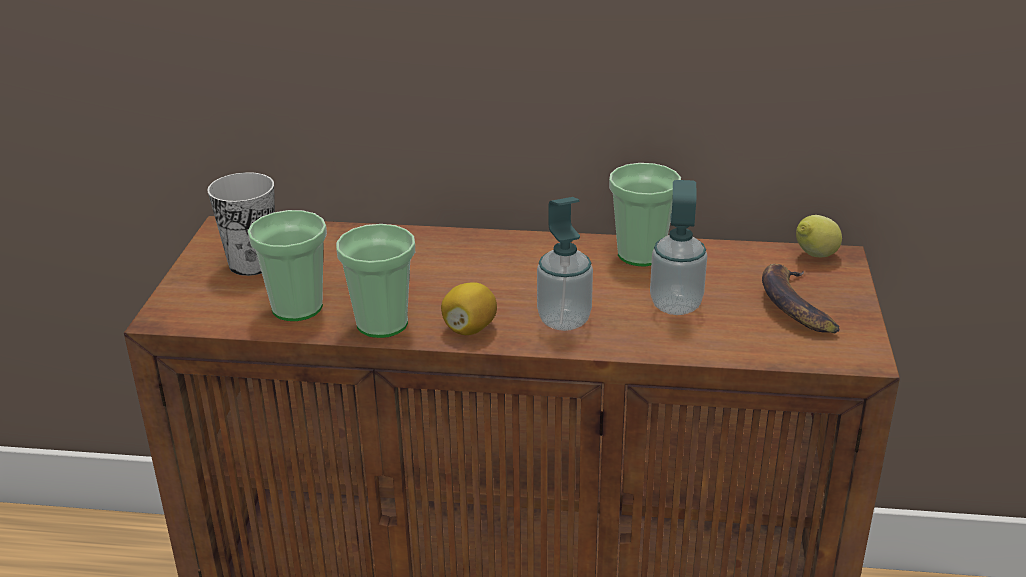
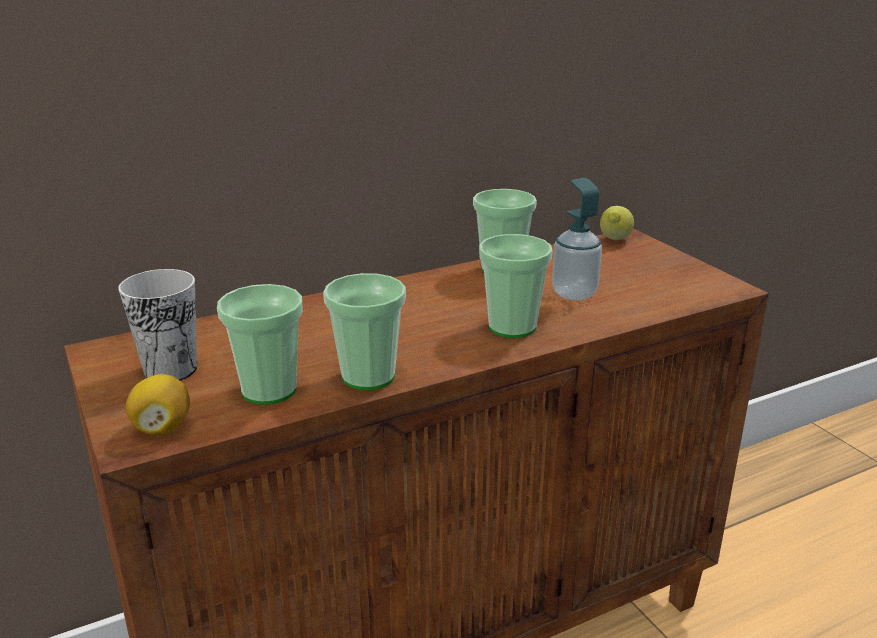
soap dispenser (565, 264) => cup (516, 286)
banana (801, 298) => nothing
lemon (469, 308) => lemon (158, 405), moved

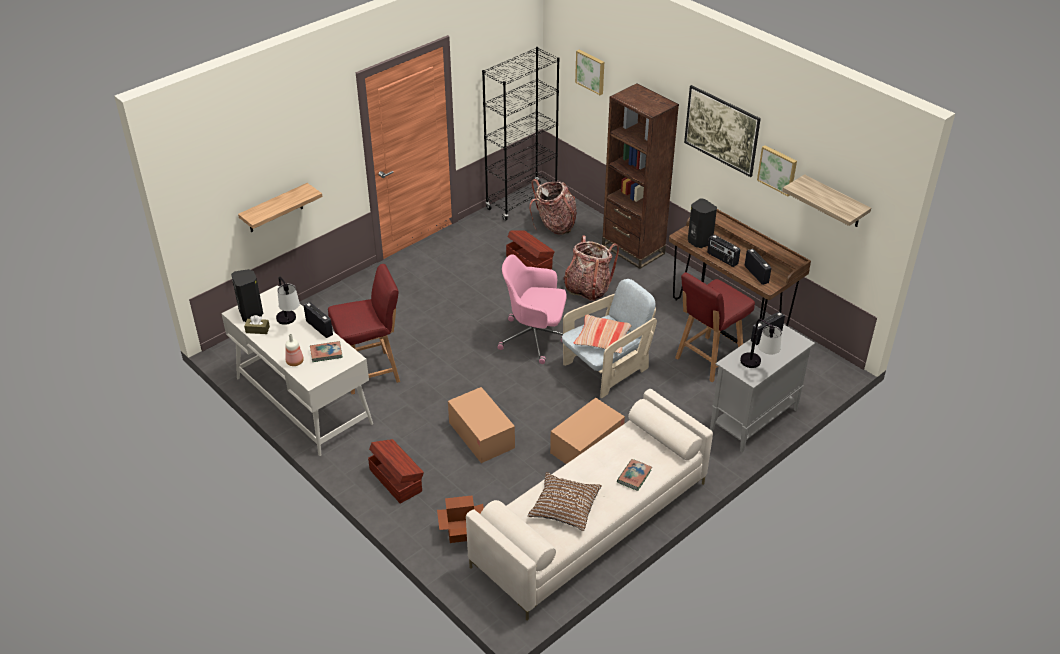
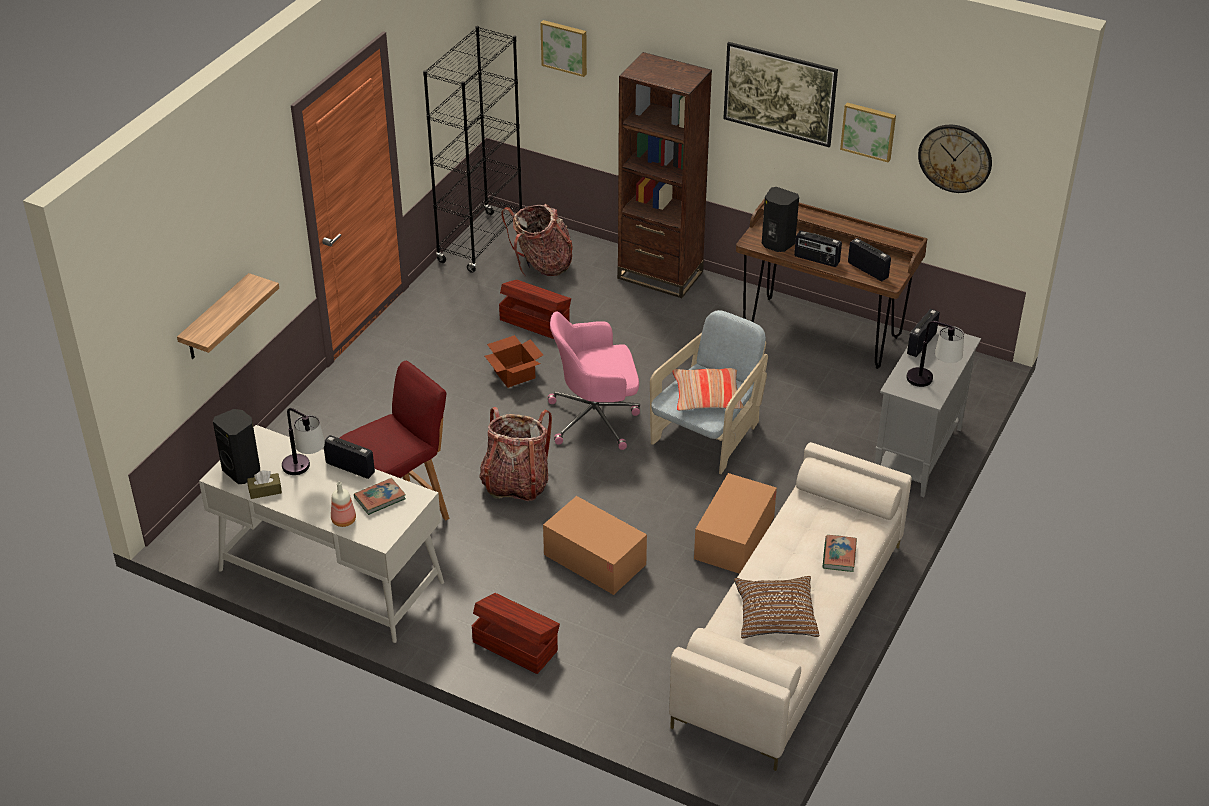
shelf (826, 200) => wall clock (955, 159)
backpack (591, 268) => backpack (516, 454), moved
red chair (715, 327) => nothing
cardboard box (460, 519) => cardboard box (514, 361), moved

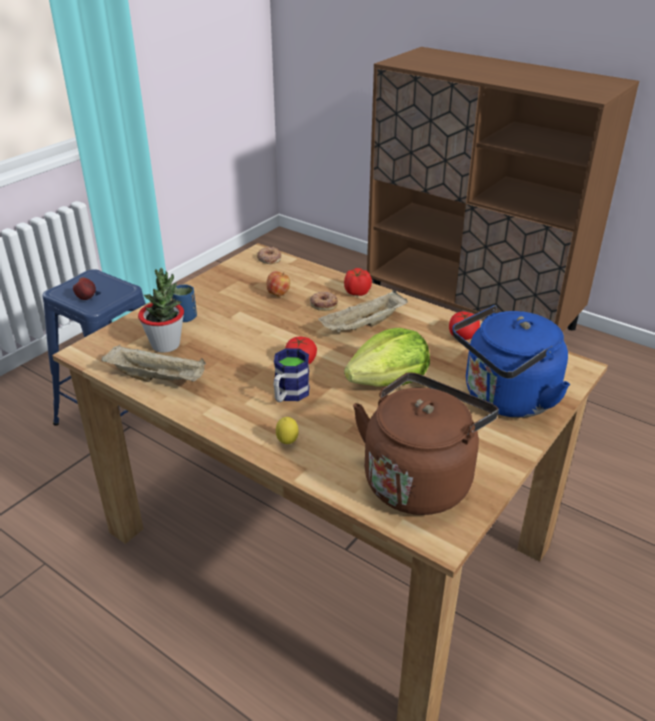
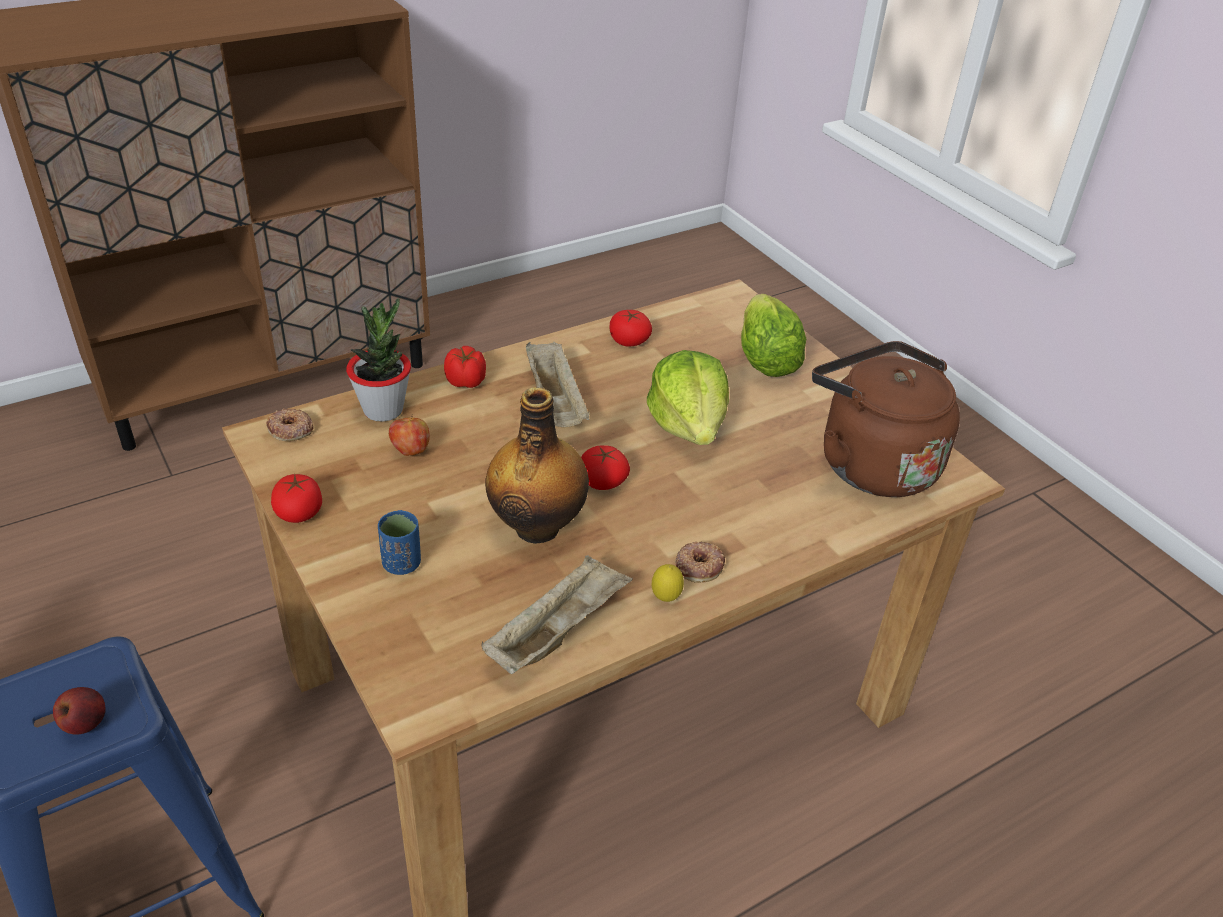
potted plant (161, 310) => potted plant (378, 360), moved
donut (324, 301) => donut (700, 562), moved
blue kettle (511, 361) => lettuce (773, 335)
mug (292, 375) => nothing
lemon (287, 430) => lemon (668, 583), moved
nothing => bottle (537, 465)
nothing => tomato (296, 498)

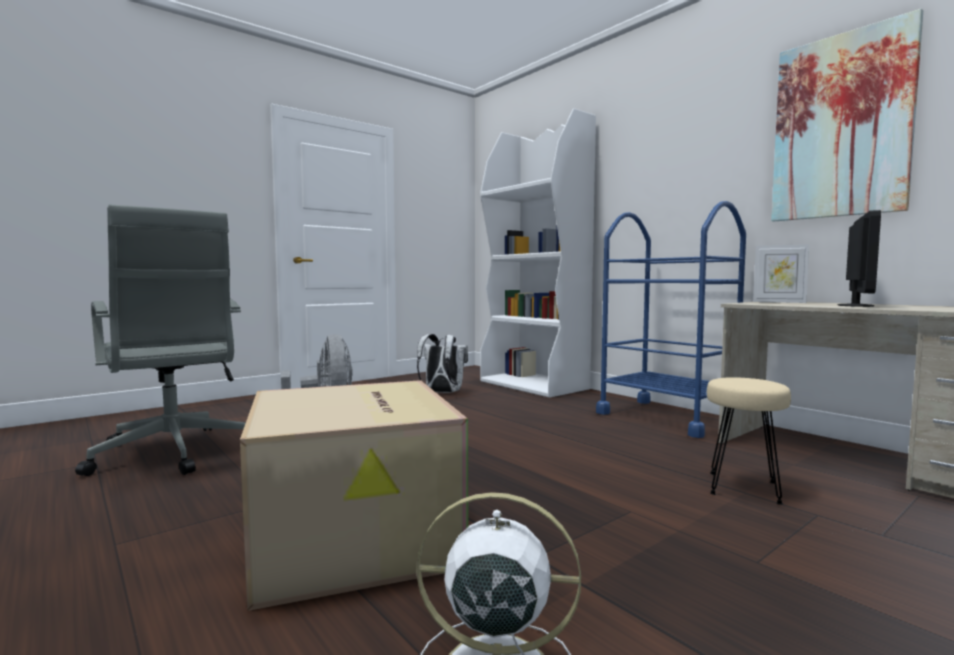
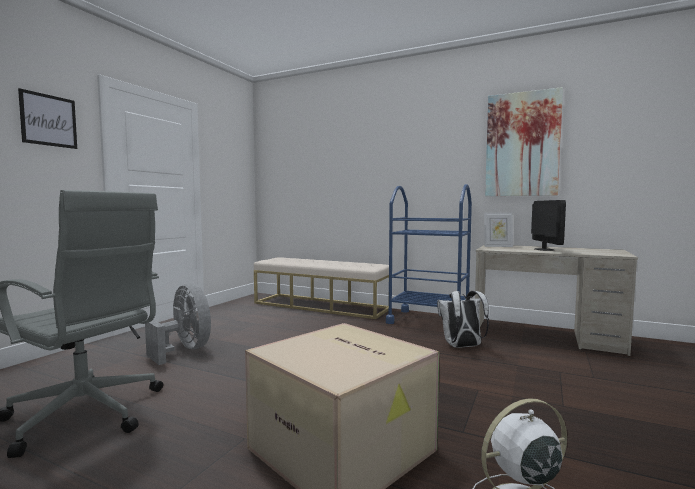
white bookcase (538, 253) => beige bench (321, 288)
white backpack (442, 363) => white backpack (463, 319), moved
beige stool (749, 440) => nothing
nothing => picture (47, 118)

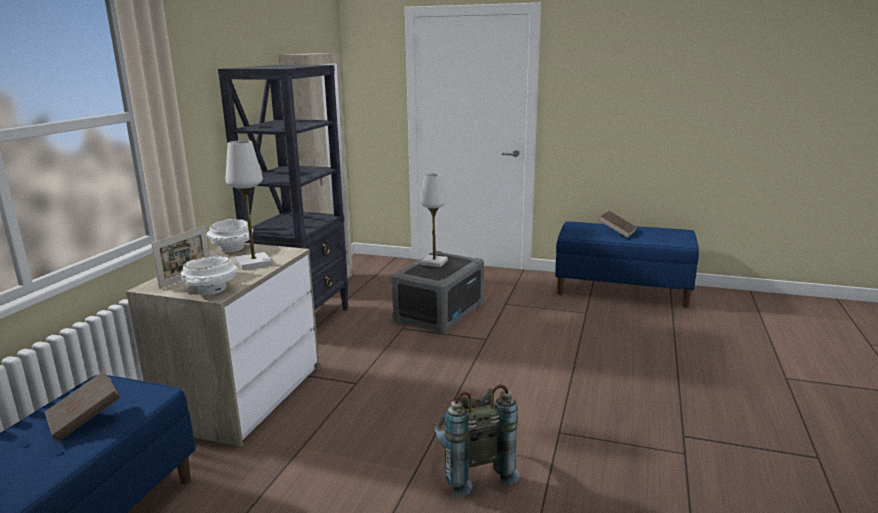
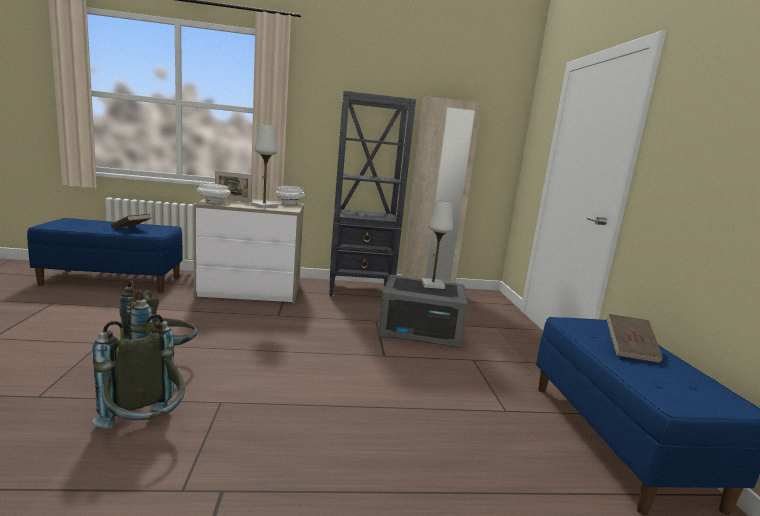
nothing => grey backpack (138, 371)

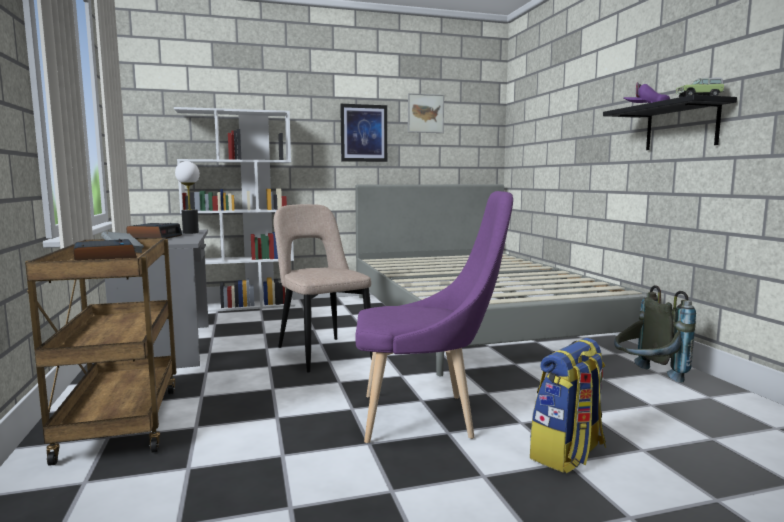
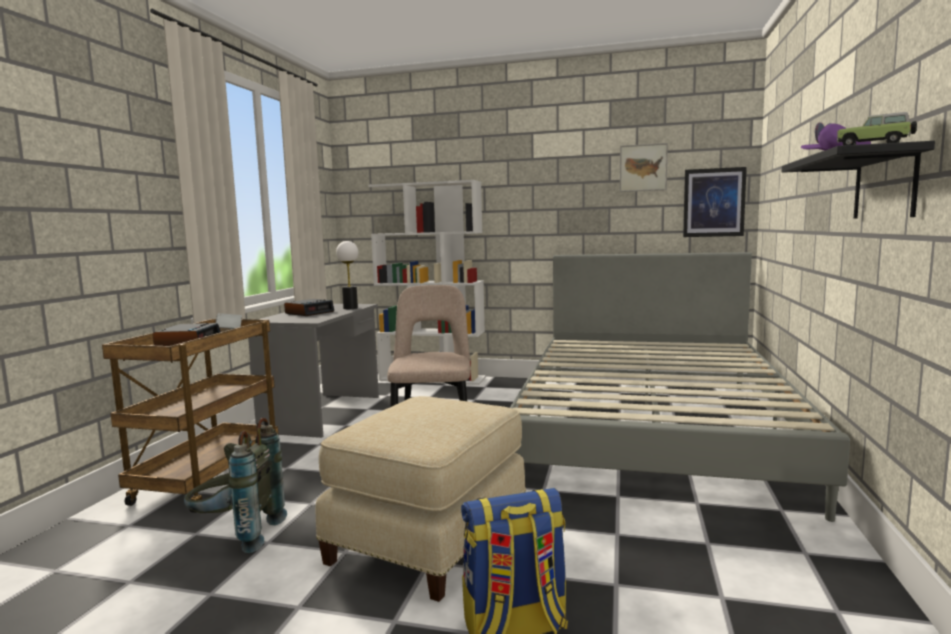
picture (363, 133) => picture (715, 202), moved
purple chair (434, 317) => beige ottoman (421, 499)
grey backpack (655, 334) => grey backpack (235, 485), moved

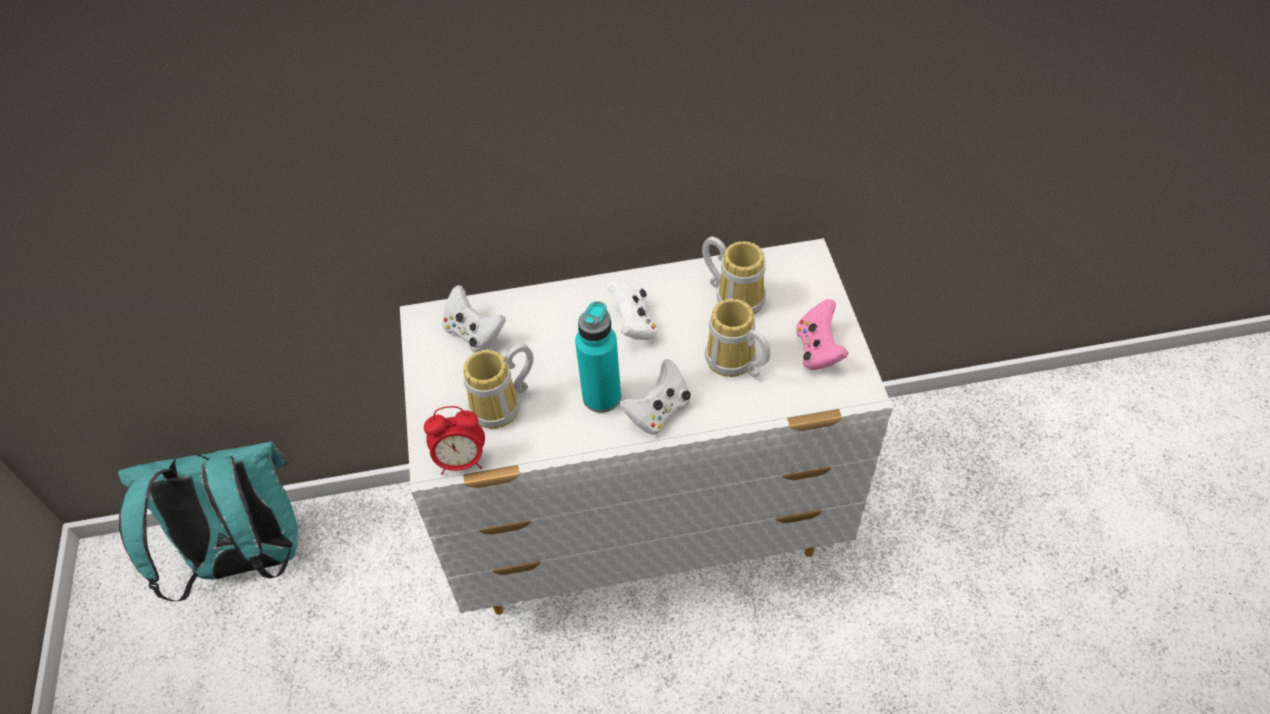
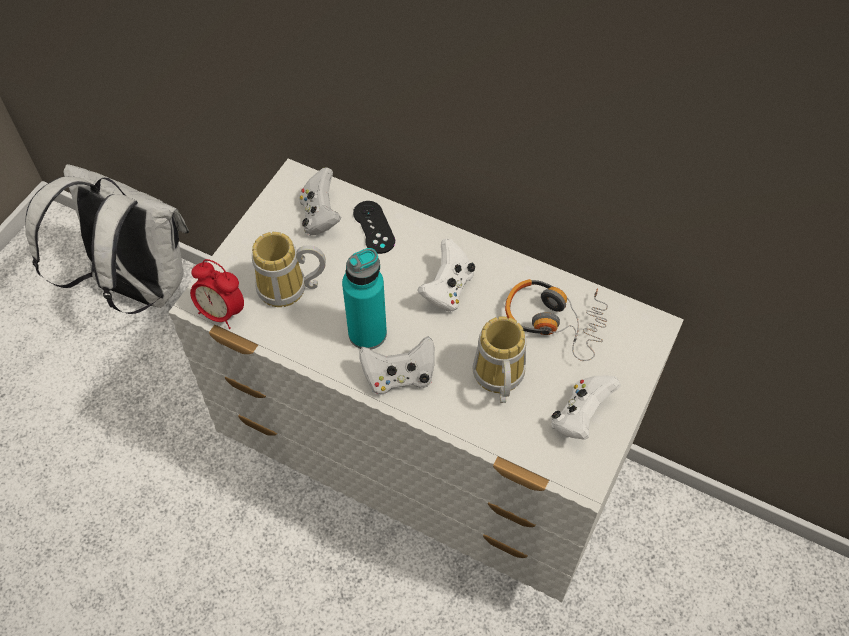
mug (734, 275) => headphones (556, 320)
pink game controller (822, 334) => white game controller (586, 408)
turquoise backpack (208, 521) => white backpack (107, 239)
nothing => black game controller (374, 227)

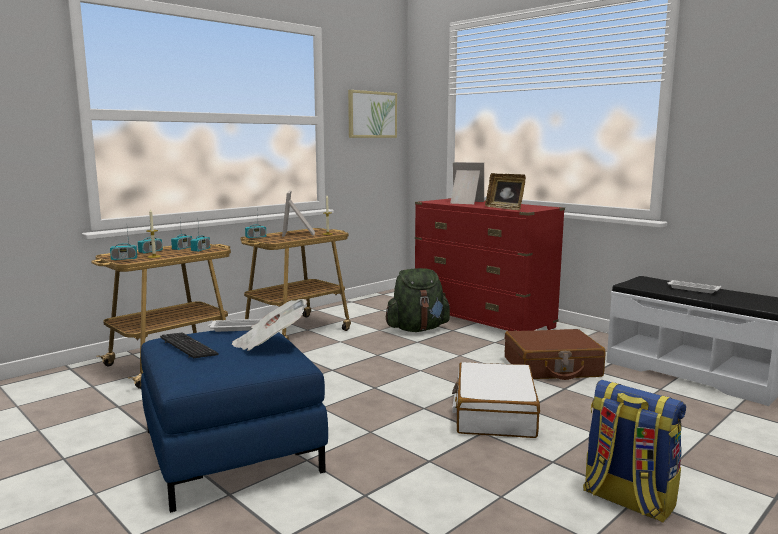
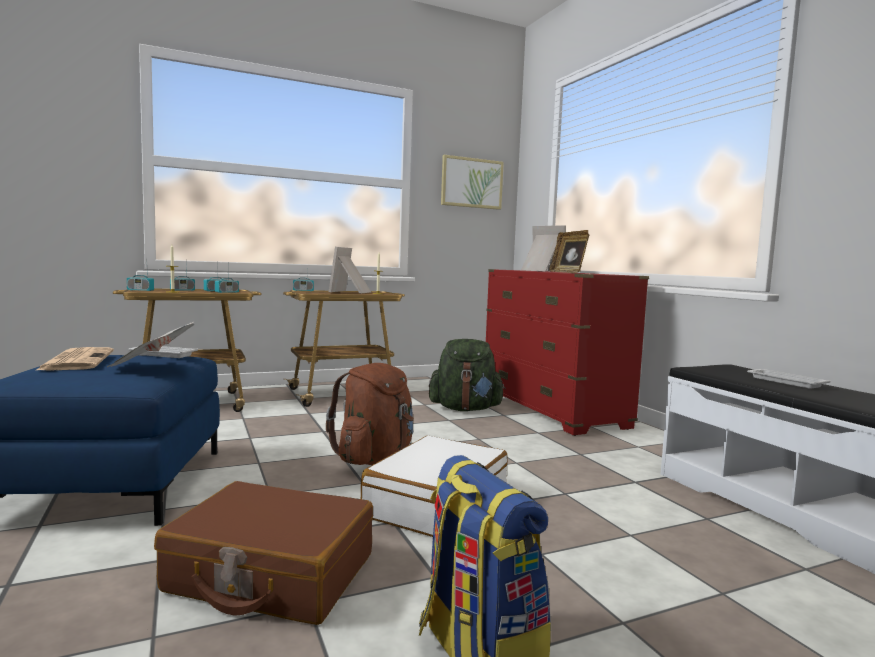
brown suitcase (555, 354) => brown suitcase (263, 553), moved
keyboard (189, 345) => newspaper (75, 359)
nothing => brown backpack (370, 414)

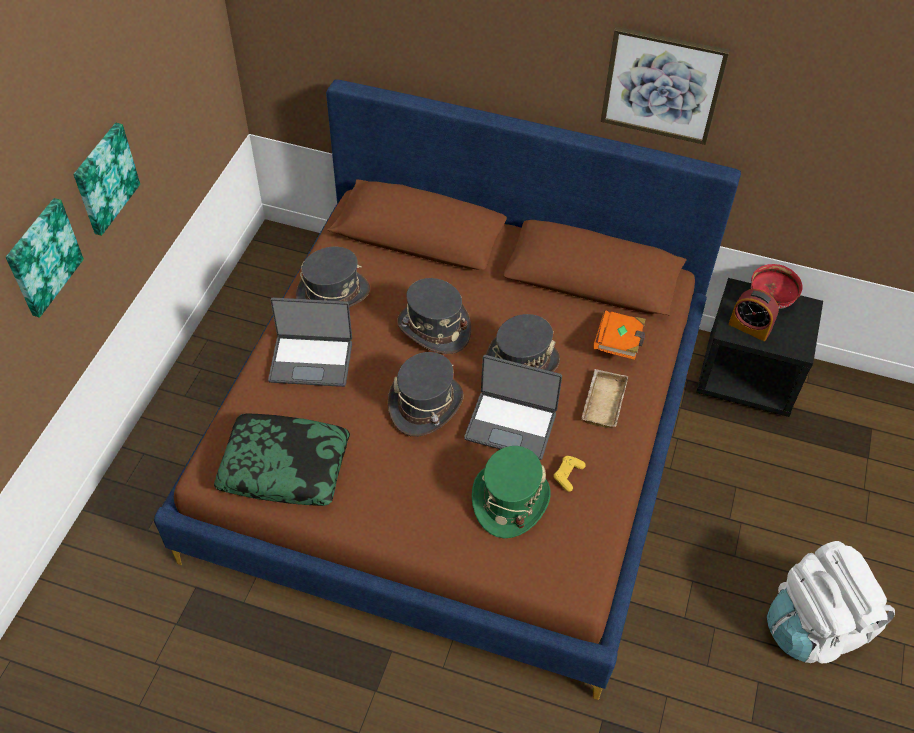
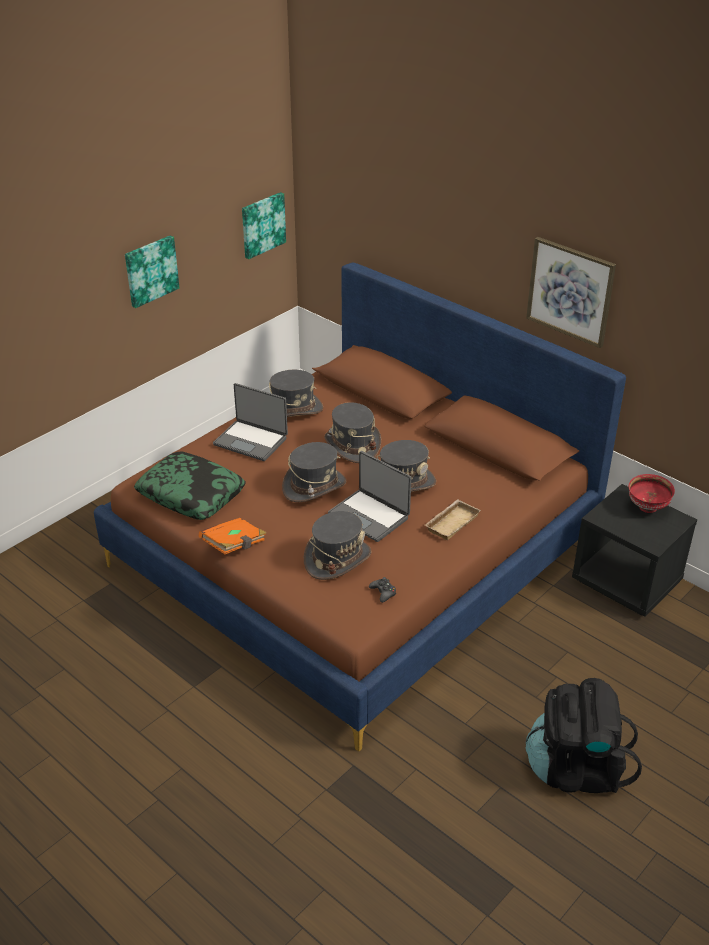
picture (45, 258) => picture (264, 225), moved
alarm clock (754, 315) => nothing
orange book (619, 335) => orange book (232, 536), moved
green hat (511, 492) => grey hat (337, 545)
yellow game controller (570, 474) => nothing
white backpack (831, 602) => black backpack (584, 735)
nothing => black game controller (382, 590)

